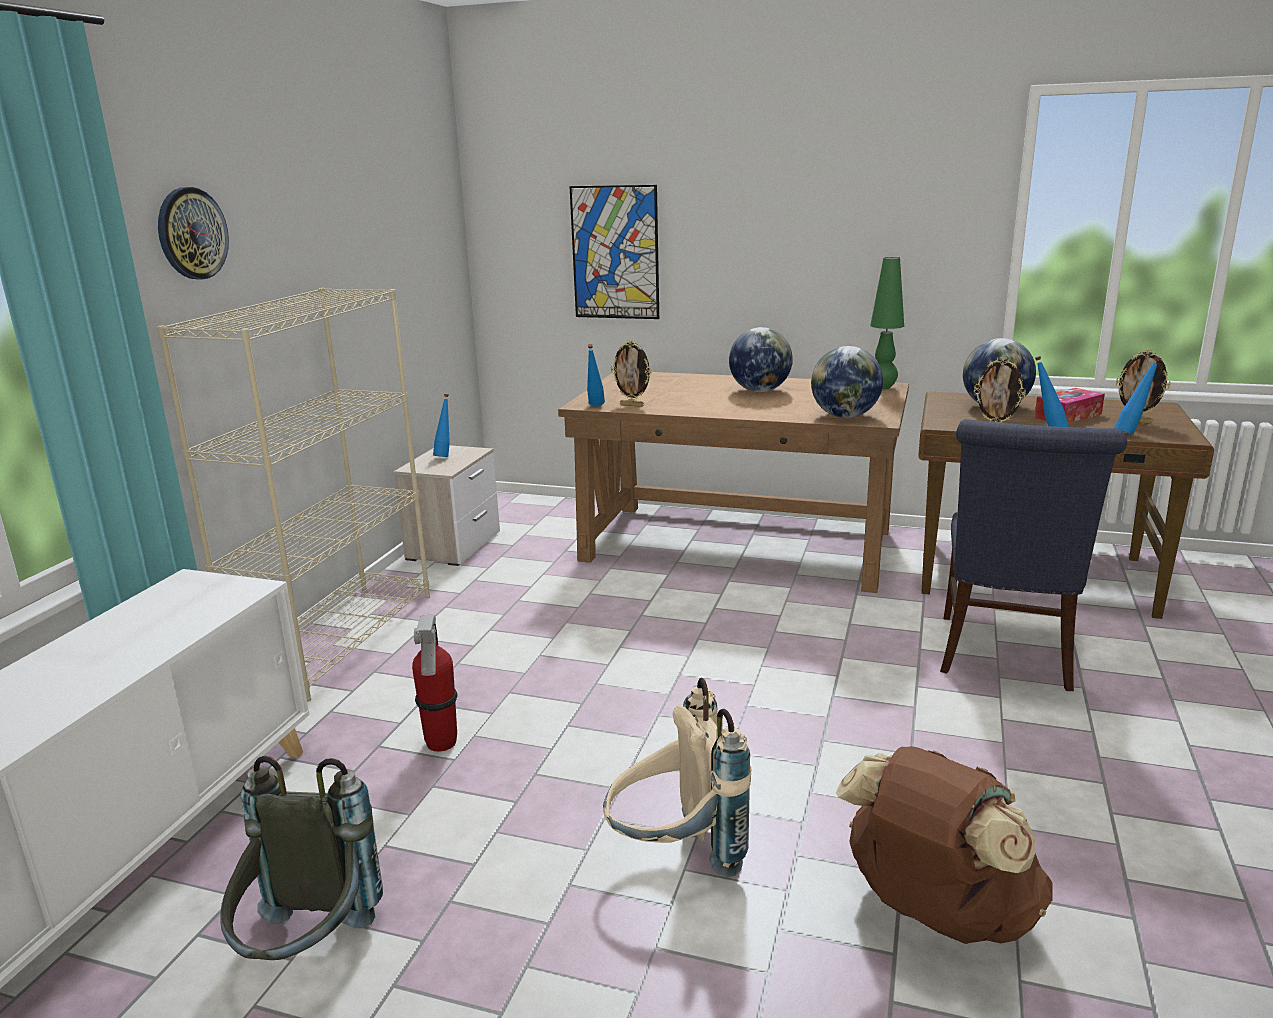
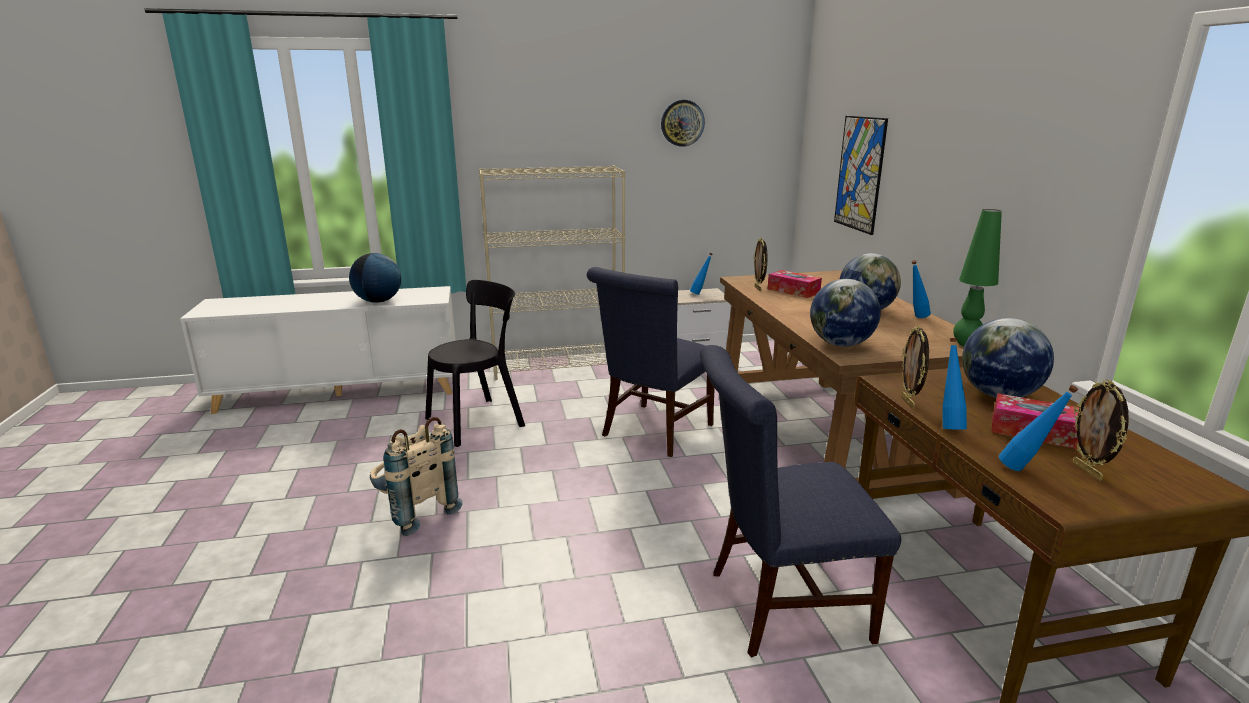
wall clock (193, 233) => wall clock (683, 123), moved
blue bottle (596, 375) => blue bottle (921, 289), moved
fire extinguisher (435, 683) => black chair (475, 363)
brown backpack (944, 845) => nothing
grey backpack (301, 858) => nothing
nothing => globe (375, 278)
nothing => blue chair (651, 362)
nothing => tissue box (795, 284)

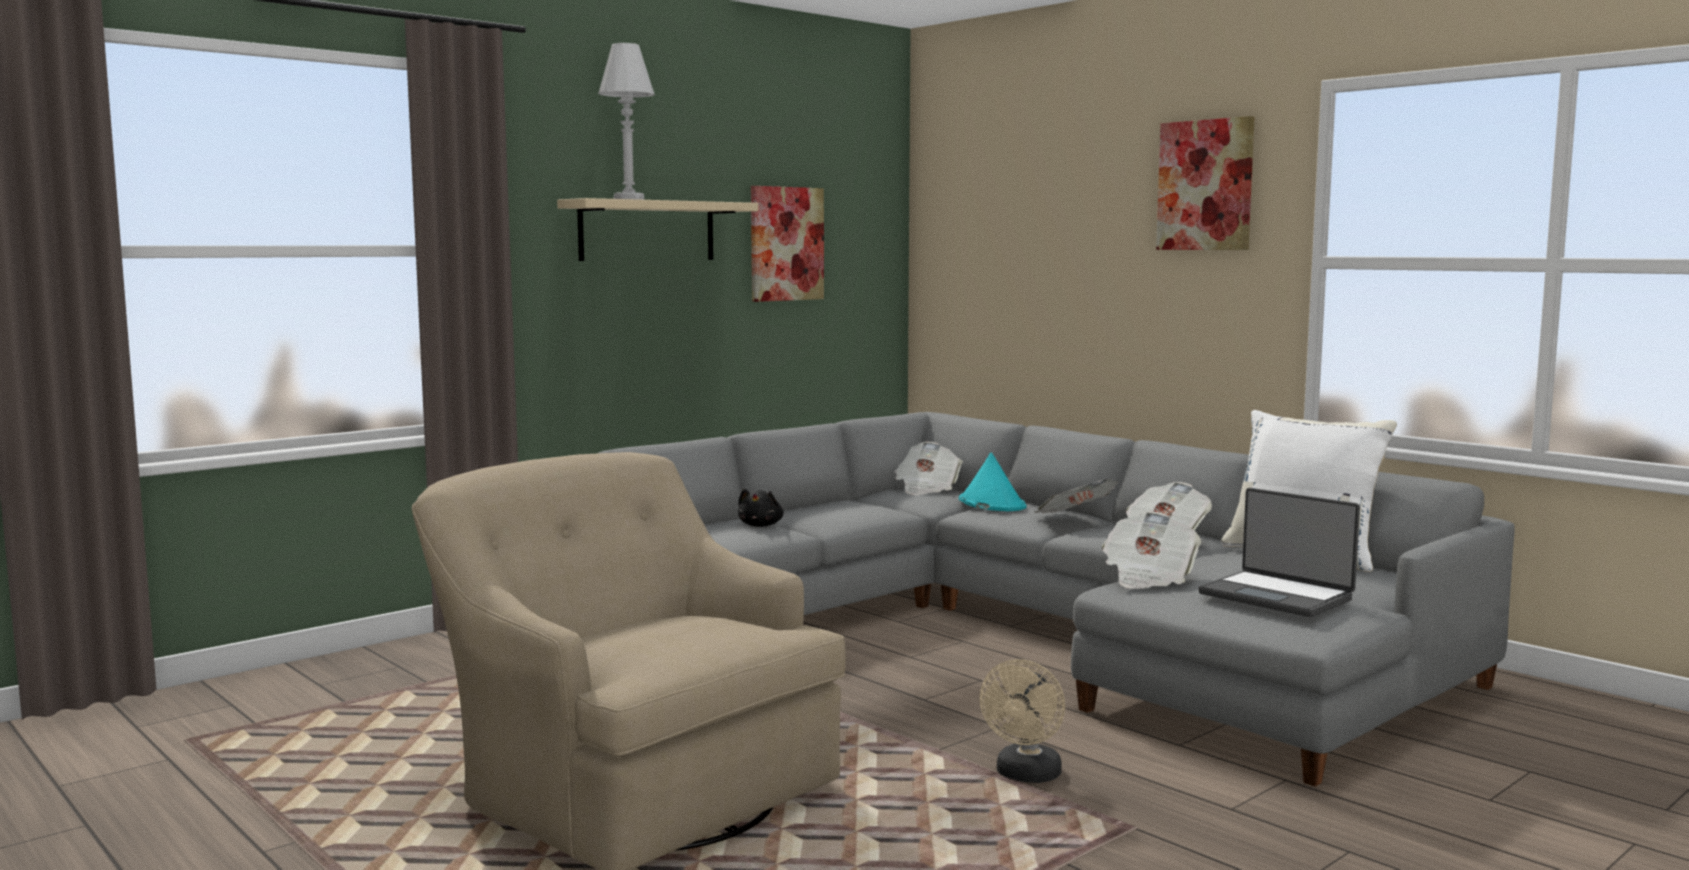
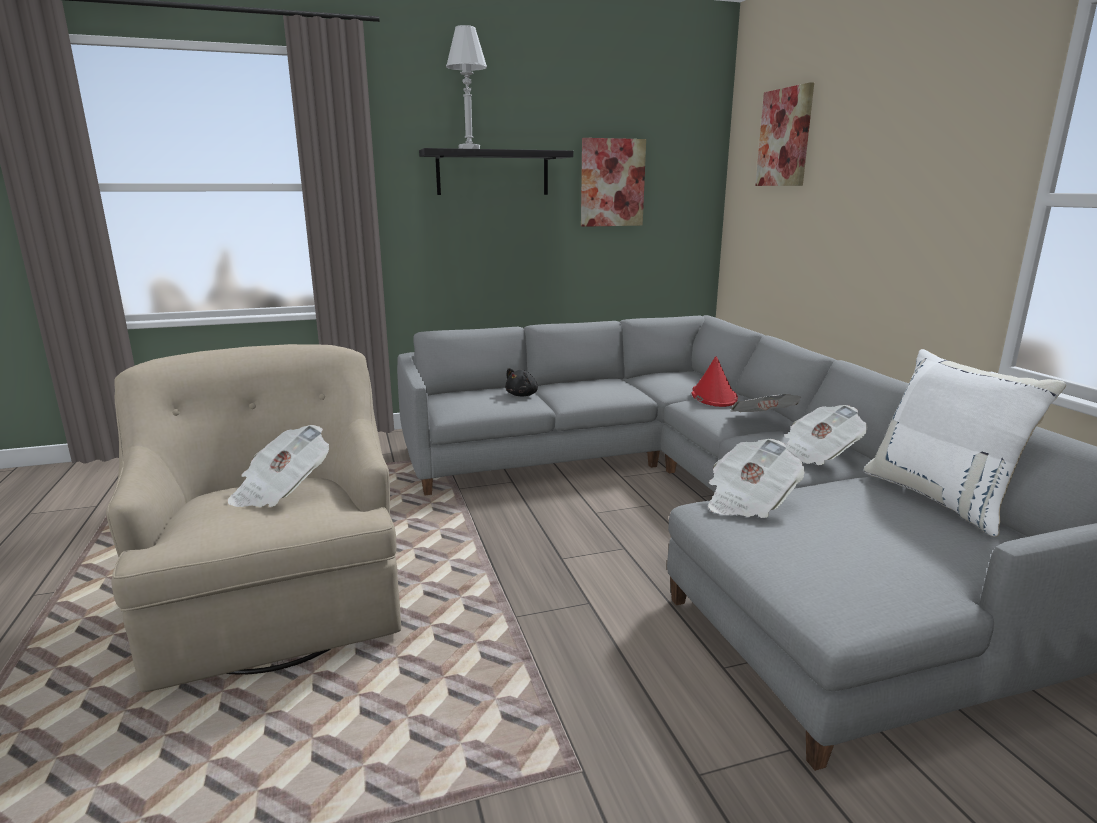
picture (1205, 183) => picture (784, 134), moved
beige shelf (657, 229) => black shelf (496, 171)
newspaper (928, 468) => newspaper (278, 466), moved
turquoise hat (993, 482) => red hat (714, 381)
laptop (1279, 552) => nothing
beige fan (1022, 721) => nothing

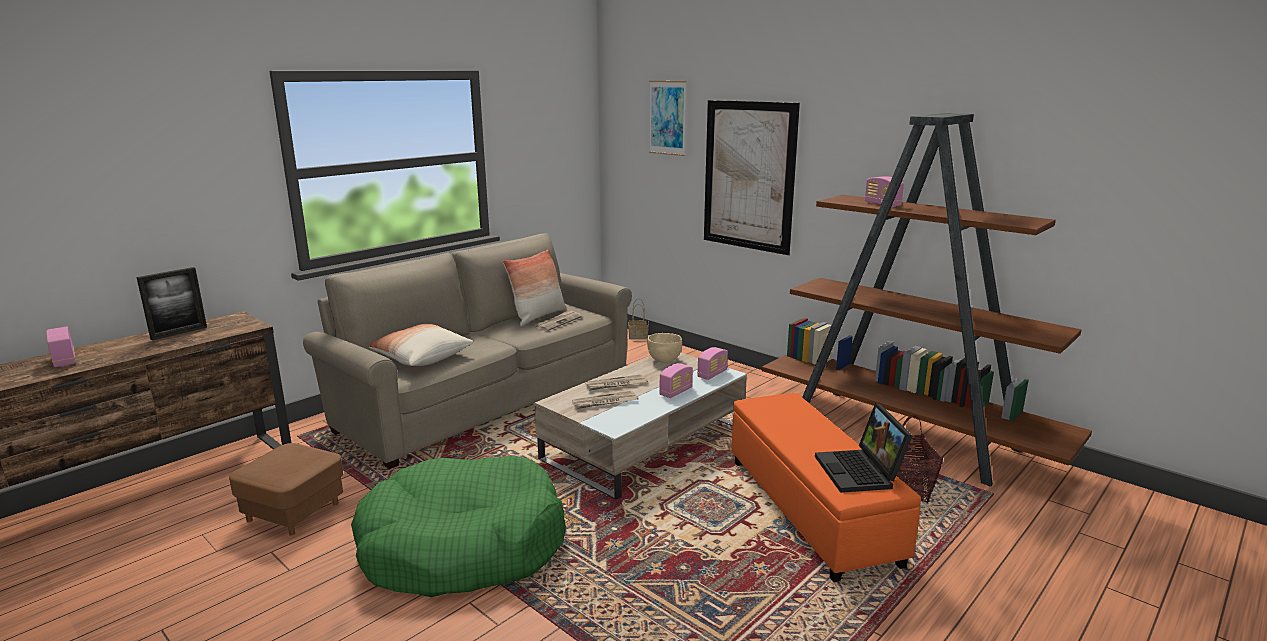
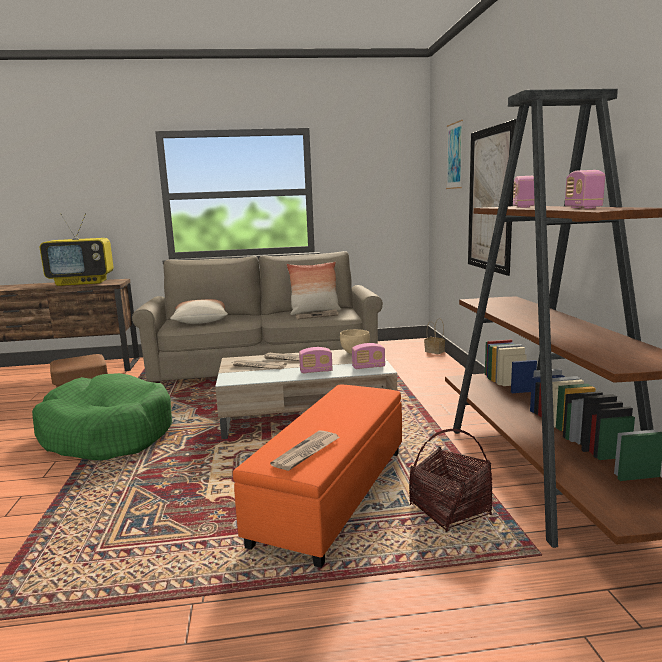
picture frame (172, 303) => television (77, 249)
radio (60, 347) => radio (585, 189), moved
laptop (864, 448) => newspaper (305, 450)

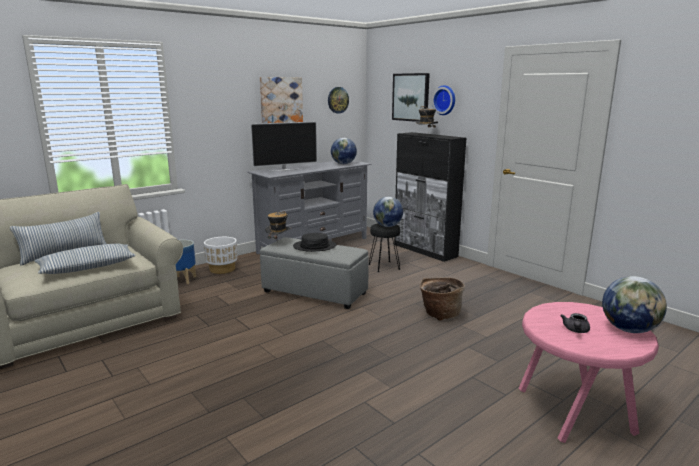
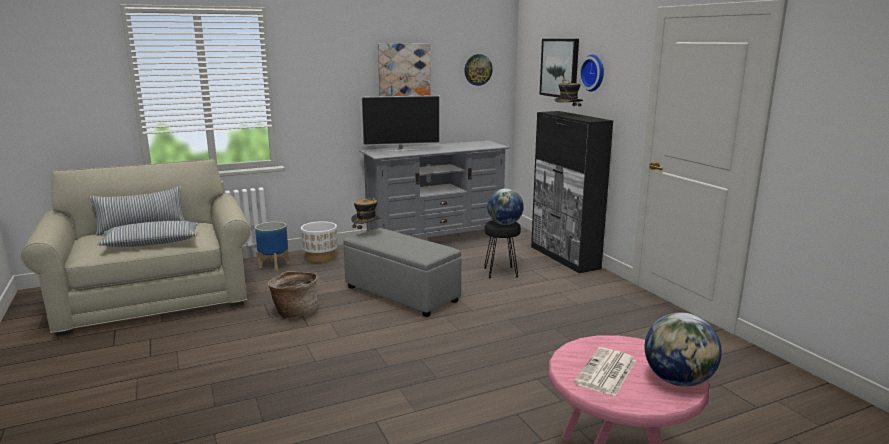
globe (344, 151) => nothing
black hat (314, 242) => nothing
basket (442, 299) => basket (293, 295), moved
grey teapot (575, 323) => newspaper (605, 371)

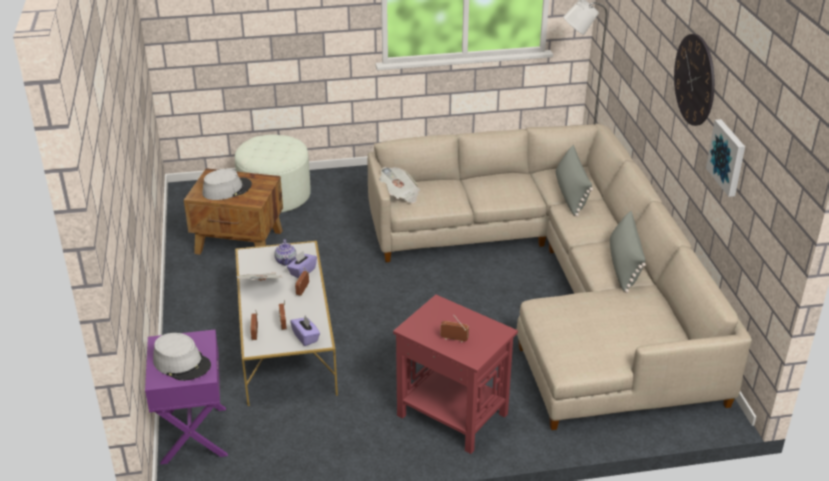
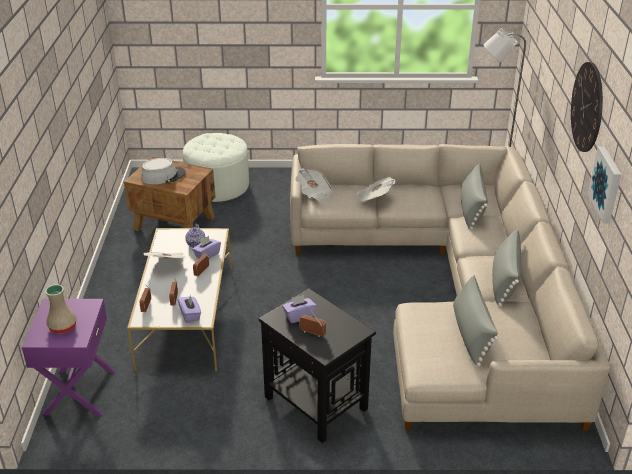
red side table (455, 374) => black side table (317, 365)
grey hat (182, 357) => beige vase (60, 309)
nothing => newspaper (375, 189)
nothing => grey pillow (476, 321)
nothing => purple tissue box (299, 309)

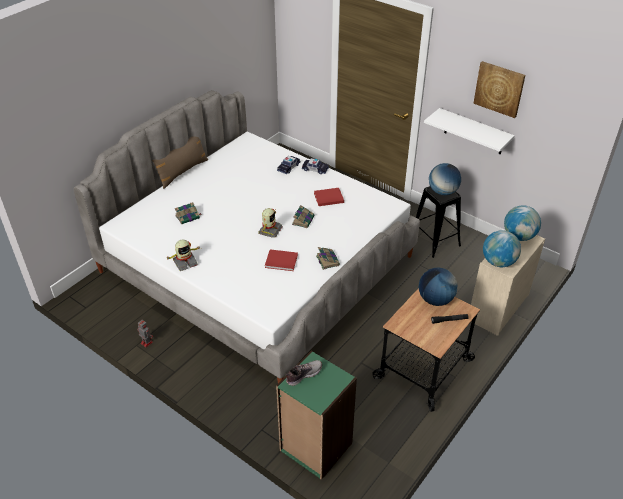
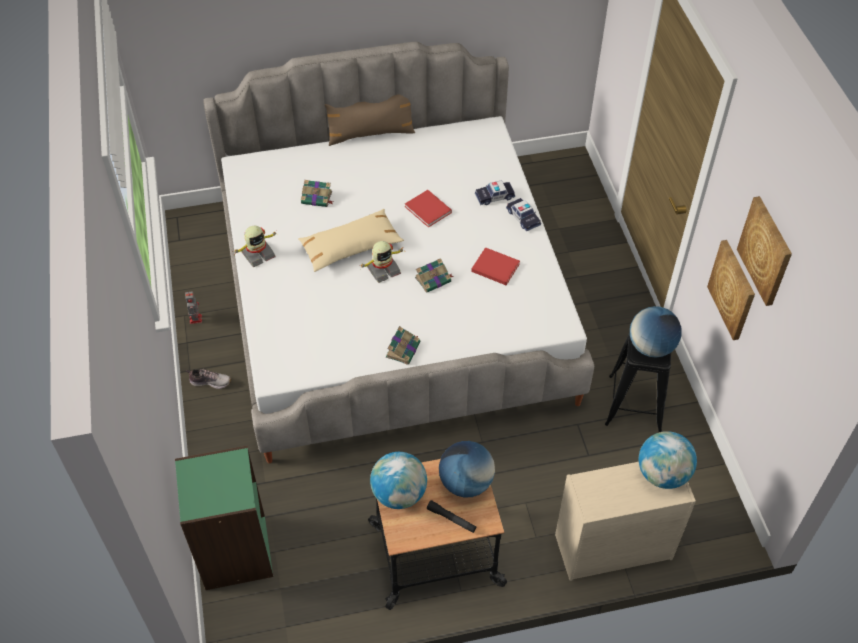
white shelf (469, 131) => picture (731, 290)
globe (502, 248) => globe (398, 480), moved
toy robot (184, 255) => toy robot (255, 246), 45 degrees counterclockwise
red book (281, 260) => red book (428, 208), moved
shoe (304, 373) => shoe (208, 379), moved
nothing => beige pillow (351, 240)

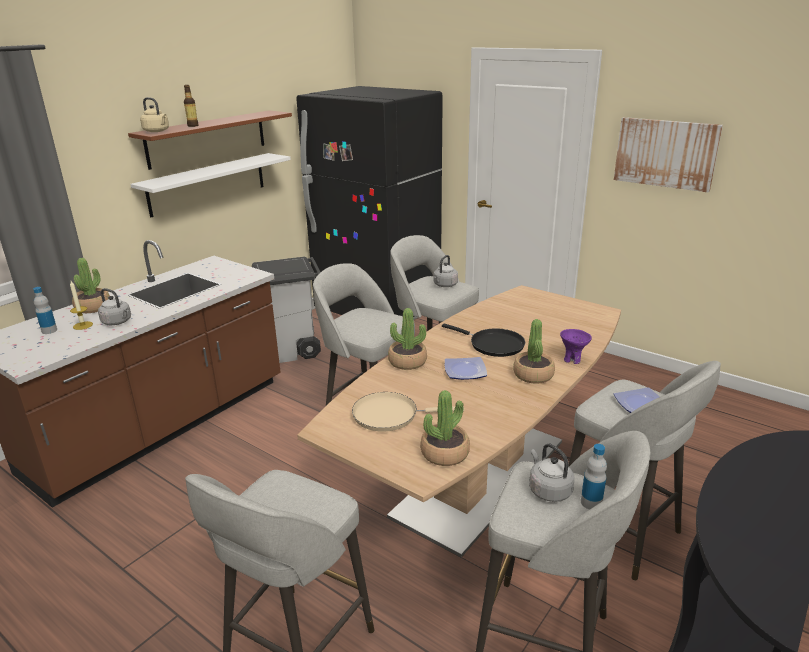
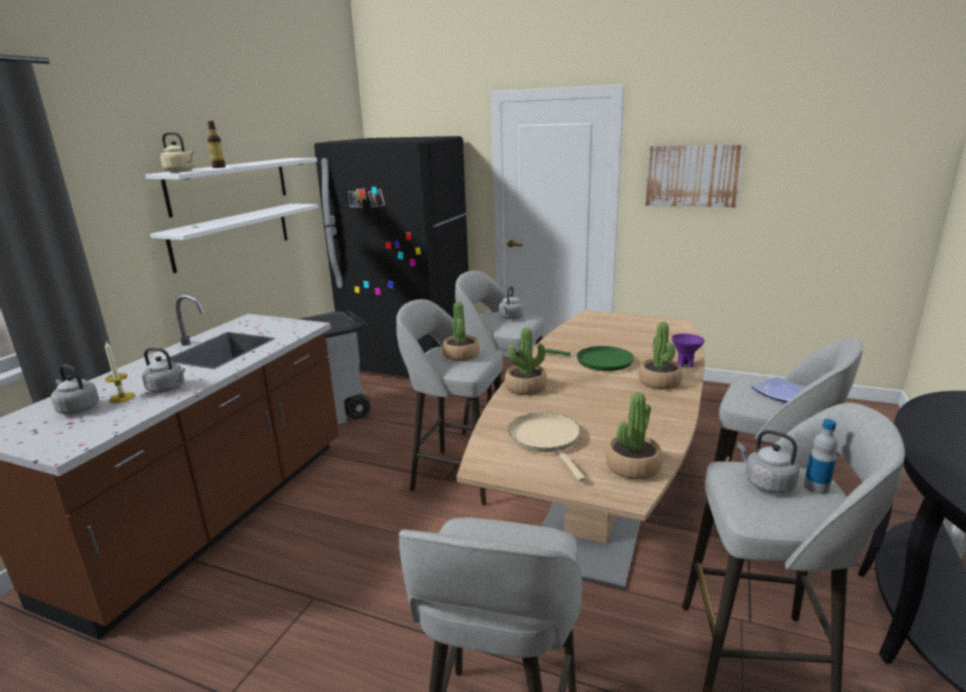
brown shelf (210, 140) => white shelf (231, 188)
potted plant (91, 285) => potted plant (461, 331), moved
bottle (45, 310) => grey kettle (75, 389)
black frying pan (483, 340) => green frying pan (589, 358)
plate (466, 368) => nothing
beige frying pan (408, 412) => beige frying pan (546, 446), 90 degrees clockwise

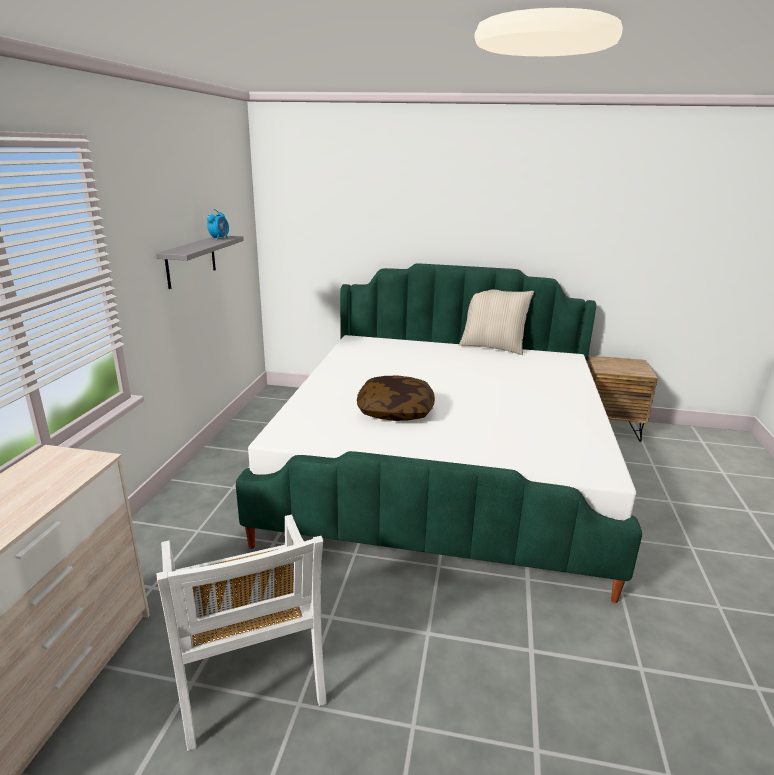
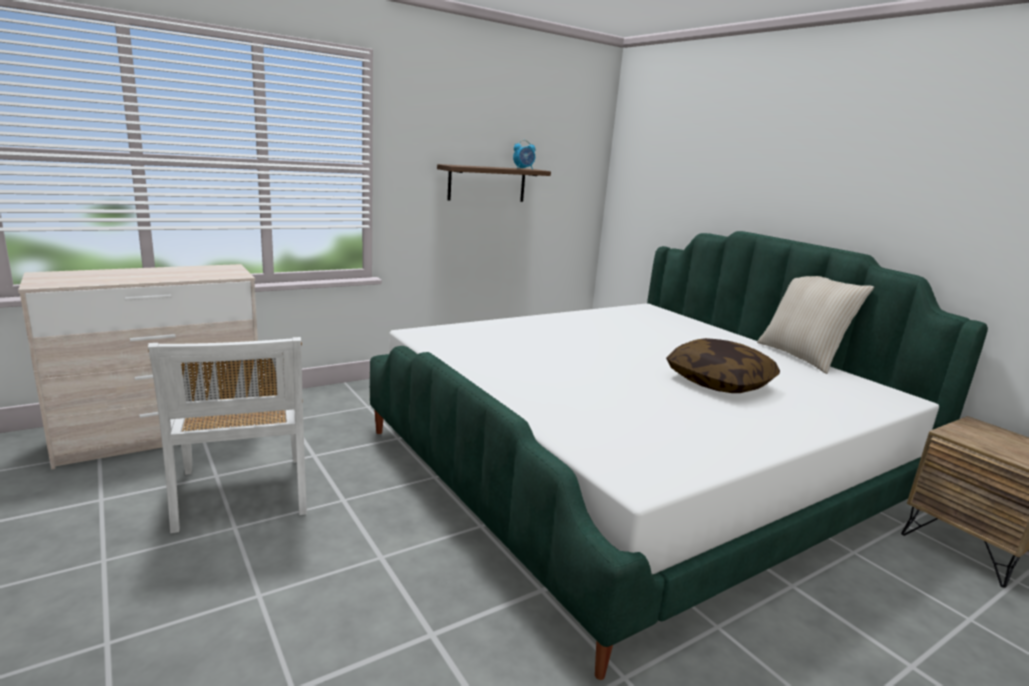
grey shelf (200, 262) => brown shelf (494, 183)
pillow (396, 398) => pillow (723, 365), moved
white chair (241, 633) => white chair (227, 435), 45 degrees counterclockwise

